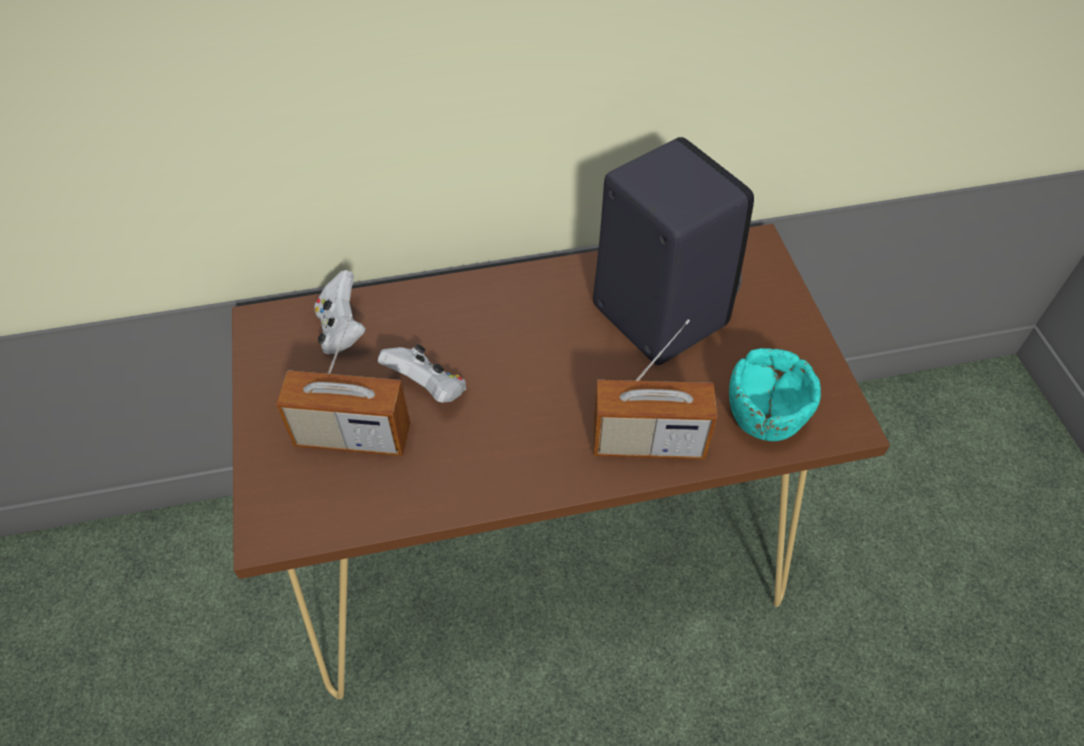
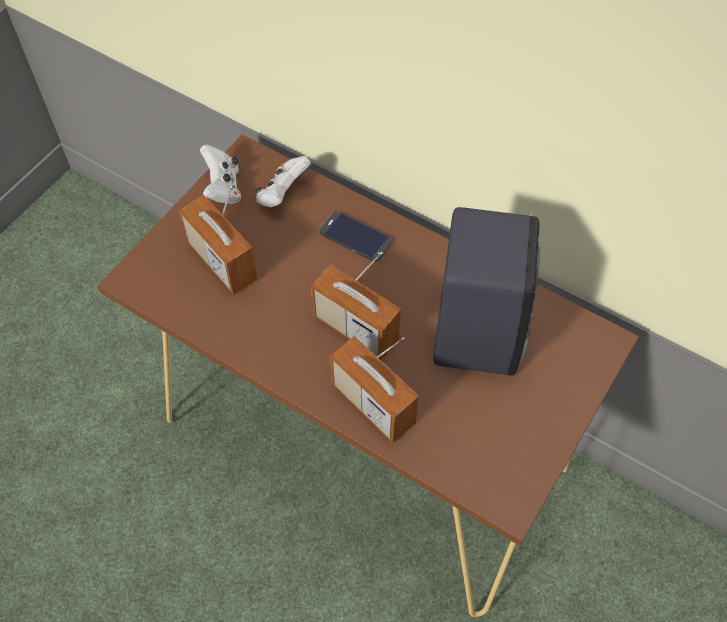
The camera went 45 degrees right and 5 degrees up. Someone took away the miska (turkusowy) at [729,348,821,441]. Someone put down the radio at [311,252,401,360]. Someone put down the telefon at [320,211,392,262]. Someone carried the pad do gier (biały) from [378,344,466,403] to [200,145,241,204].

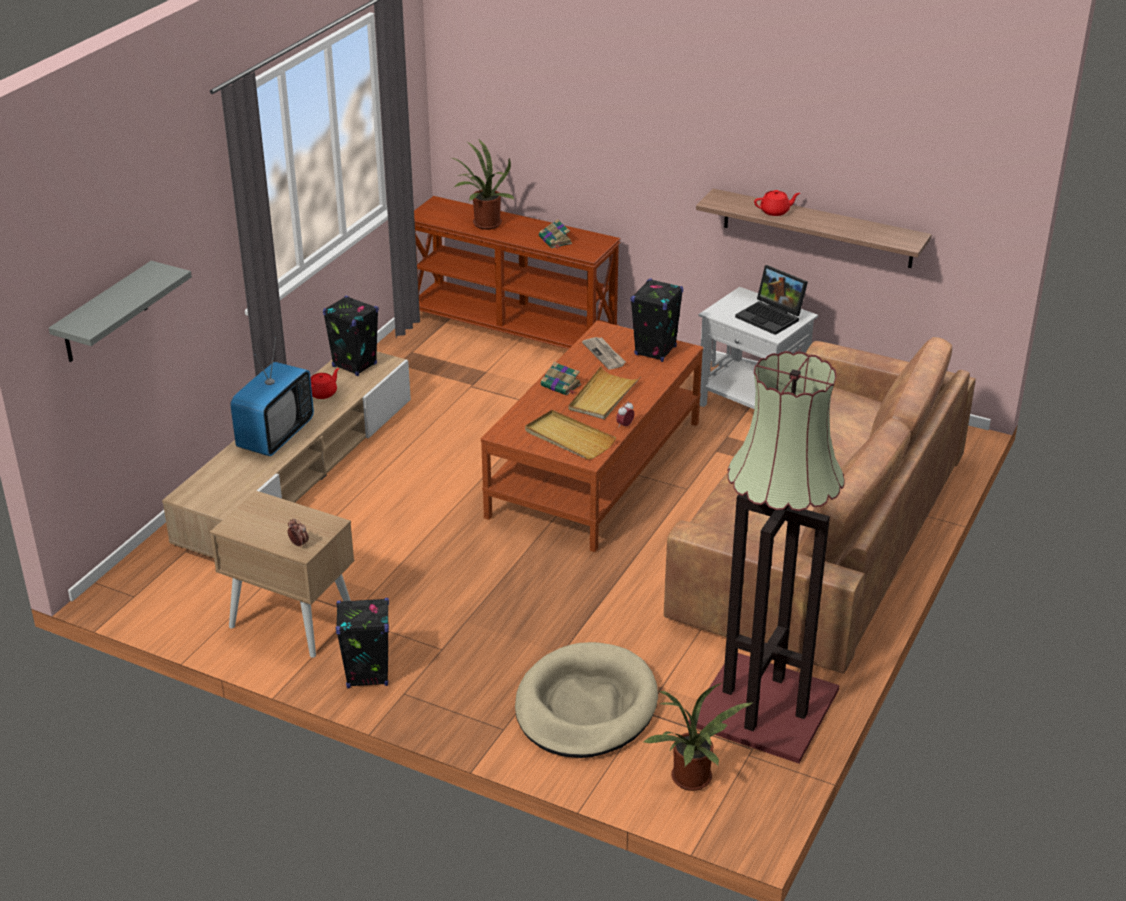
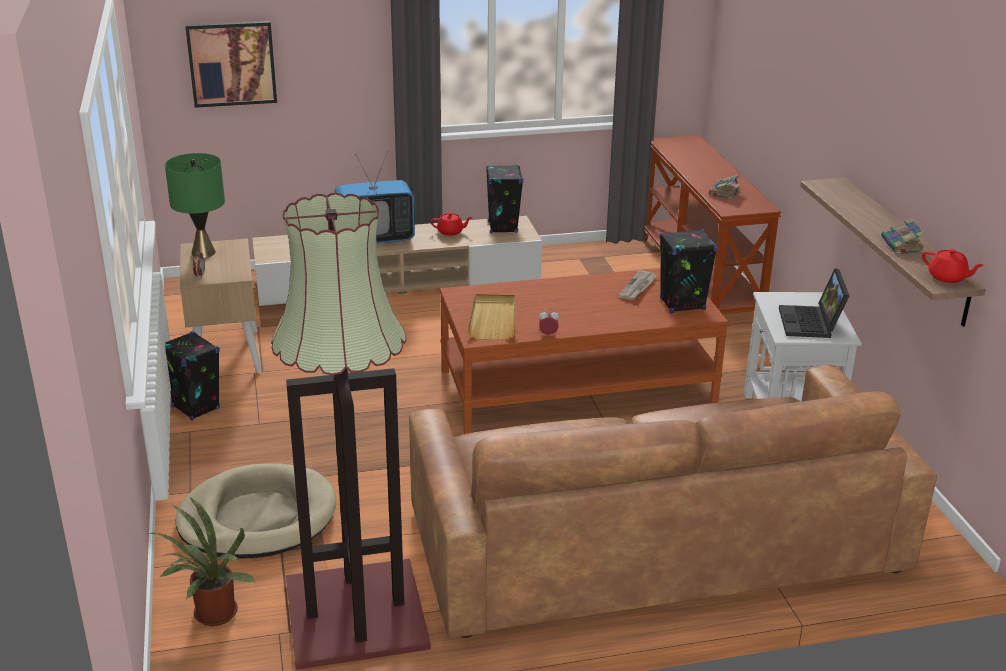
The camera went 50 degrees right and 5 degrees down. Someone took away the roślina doniczkowa at [452,140,514,230]. Someone took away the taca (beżowy) at [569,366,641,420]. Someone put down the lampa stołowa (zielony) at [165,153,225,258]. Someone carried the książka from [541,362,581,396] to [881,218,925,254]. Someone carried the imbryk (czerwony) from [754,190,800,216] to [922,249,984,283]. Someone swapped the półka (szary) at [49,261,192,362] for the obraz at [185,21,277,108].

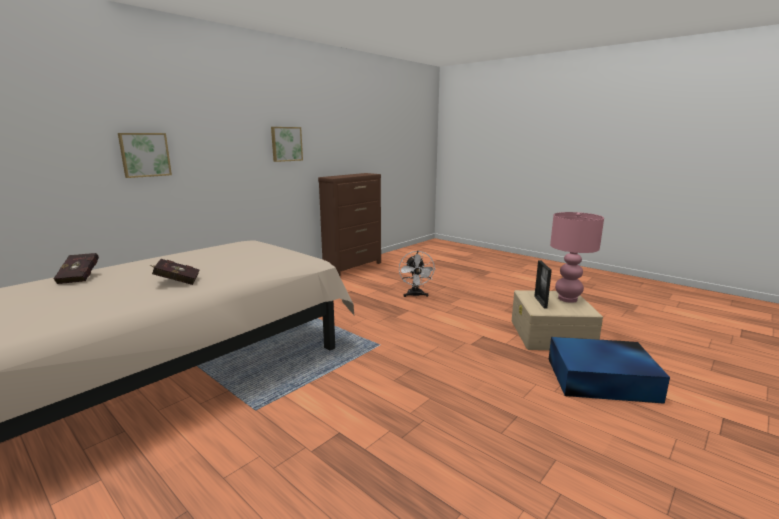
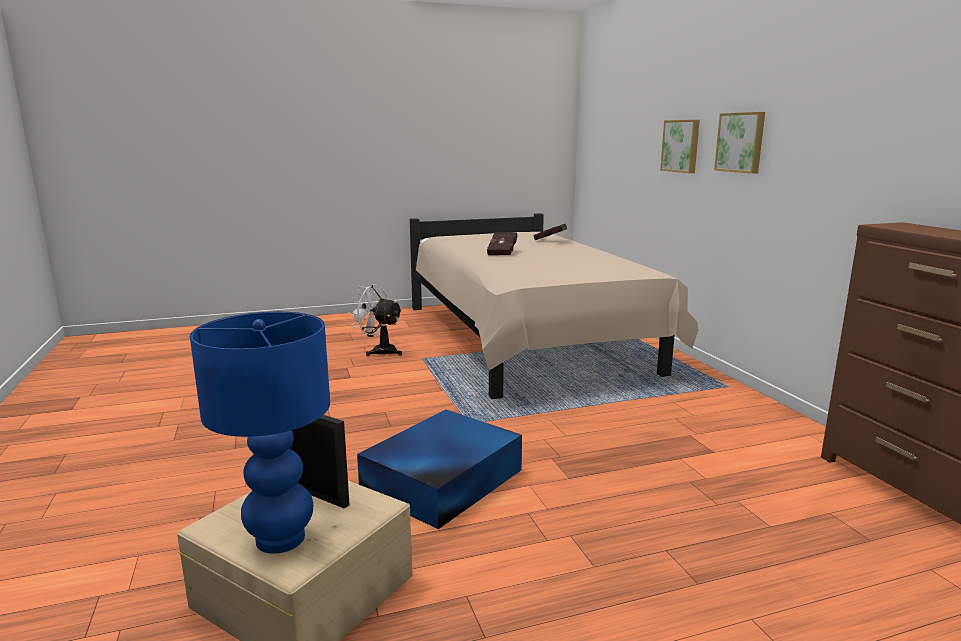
The camera went 120 degrees right and 0 degrees up. Someone carried the obraz from [271,127,303,162] to [714,112,765,174]. Someone carried the wentylator (biały) from [399,251,436,297] to [348,284,403,356]. Someone carried the pojemnik do przechowywania (niebieski) from [549,337,670,404] to [357,409,522,529]. Someone repainted the lampa stołowa (różowy) at [550,212,604,303], which became the lampa stołowa (niebieski) at [190,312,330,554].

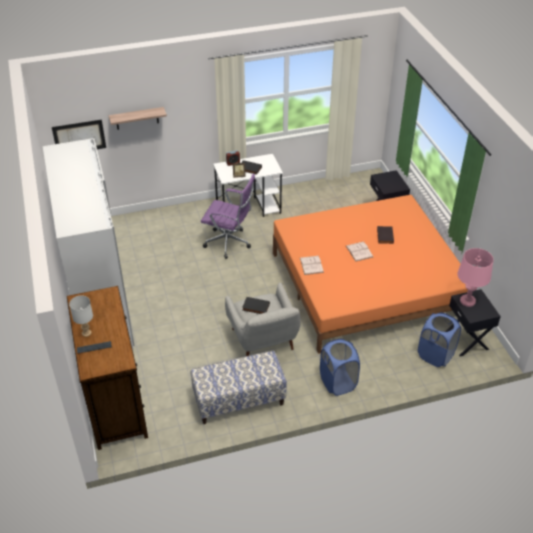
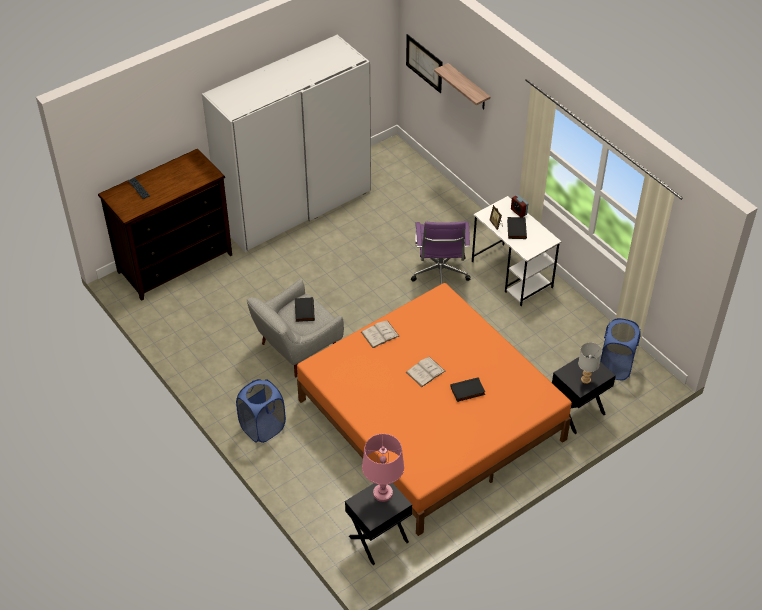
The camera went 70 degrees right and 5 degrees up. Someone took away the ławka at [191,351,287,424]. Someone carried the lampa stołowa (szary) from [69,296,93,337] to [578,342,602,384]. Someone carried the kosz na pranie (niebieski) from [418,313,461,367] to [600,318,641,381].

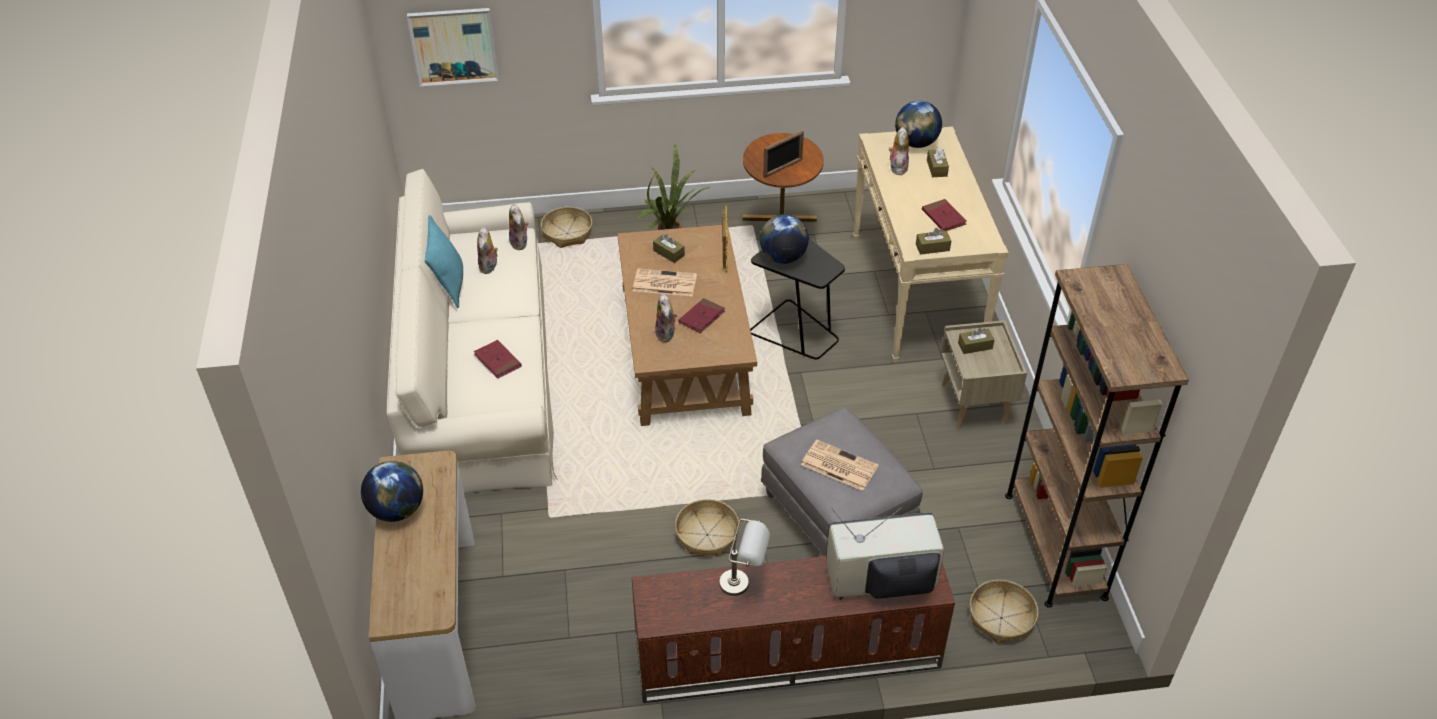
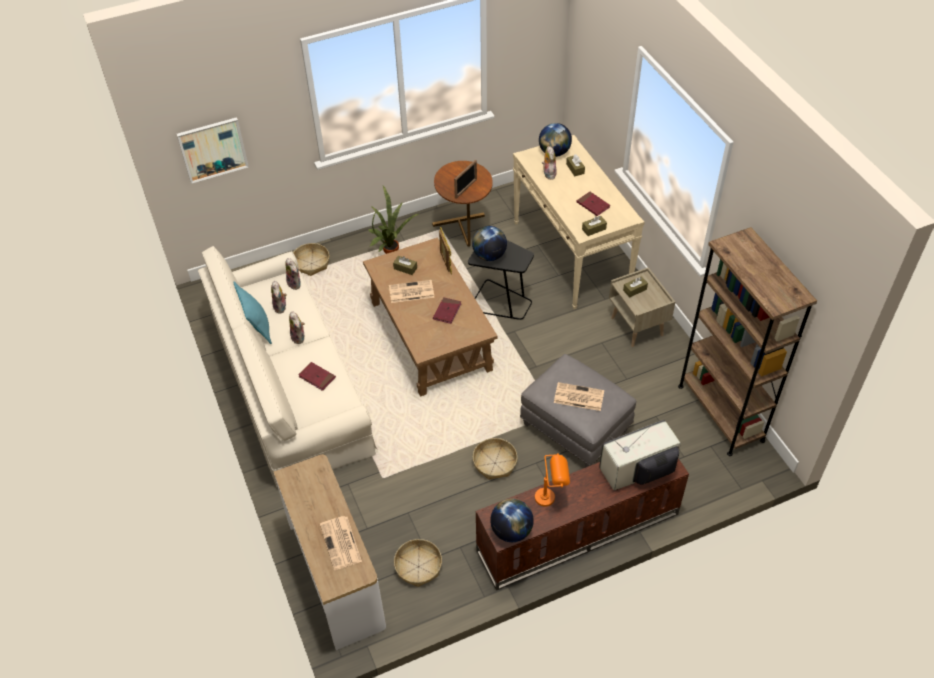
The camera went 15 degrees left and 5 degrees up. Someone put down the gazeta at [320,516,362,570]. Someone carried the globus from [361,461,423,522] to [490,499,534,542]. Someone carried the pluszak from [655,293,678,342] to [289,311,305,344]. Someone carried the koszyk from [970,580,1038,644] to [394,539,442,587]. Someone repainted the lampa stołowa (szary) at [719,519,770,596], which became the lampa stołowa (pomarańczowy) at [535,453,570,507].

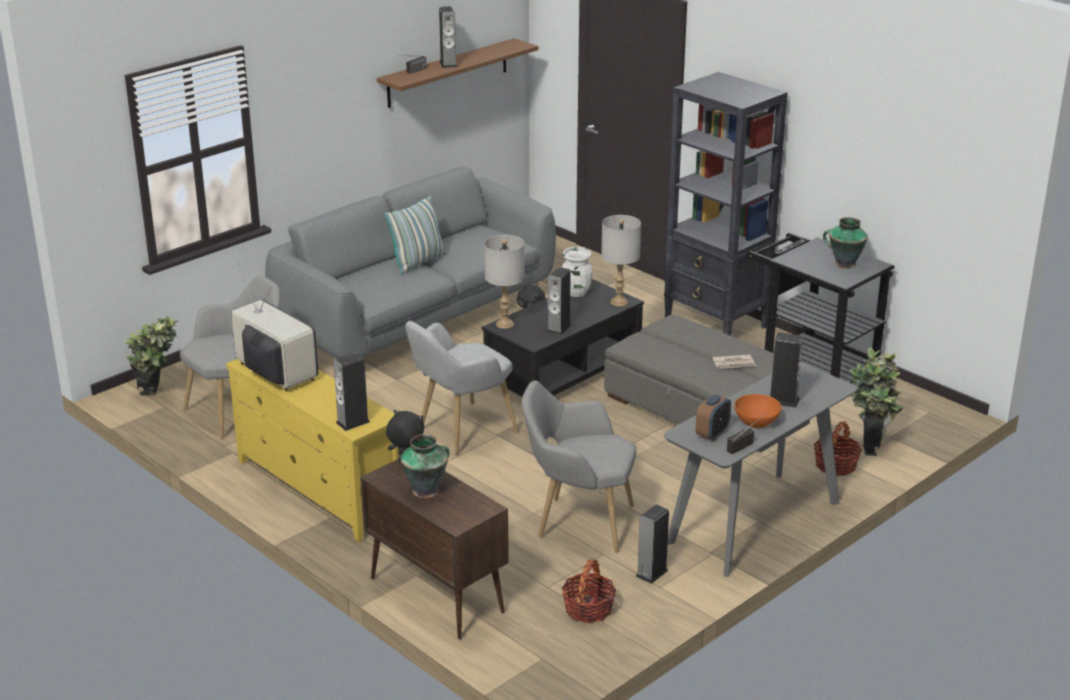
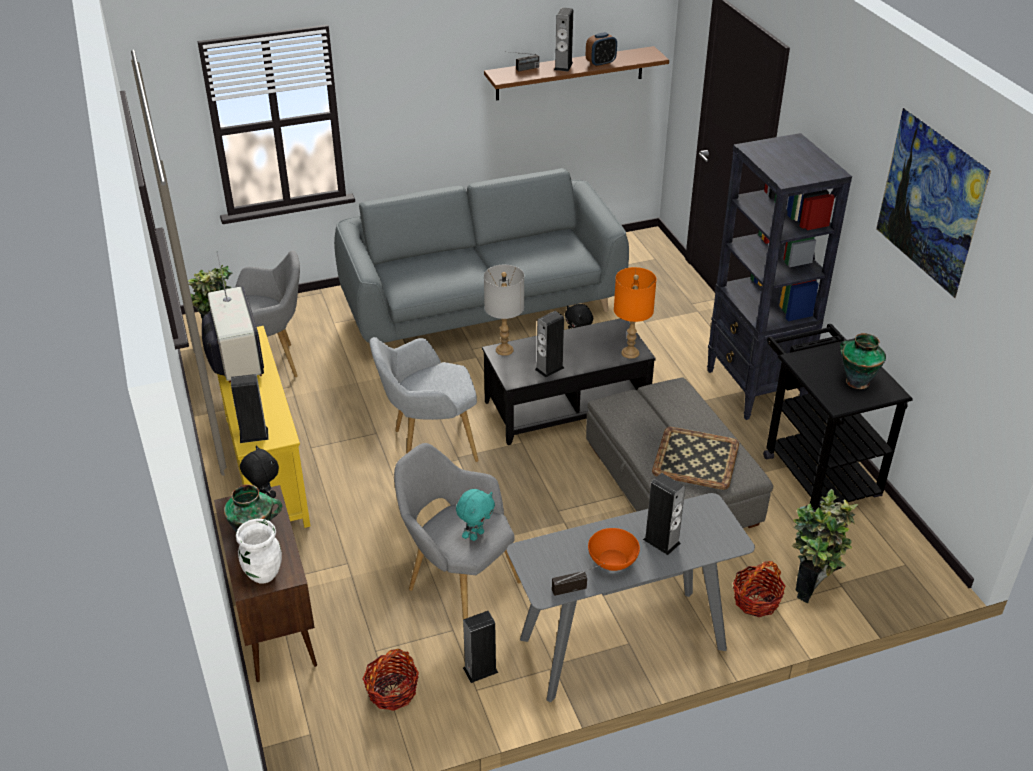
The camera went 25 degrees right and 10 degrees up. Someone took away the poduszka at [384,196,447,275]. Someone put down the pluszak (turkusowy) at [456,489,495,541]. Someone put up the obraz at [876,108,991,298]. Someone carried the wazon (biały) from [562,247,592,297] to [236,519,282,584]. Someone carried the budzik from [696,394,731,441] to [586,32,617,67]. Someone swapped the gazeta at [712,354,756,369] for the taca at [652,427,739,490]. Someone repainted the lampa stołowa (szary) at [601,215,641,306], which became the lampa stołowa (pomarańczowy) at [614,267,657,359].

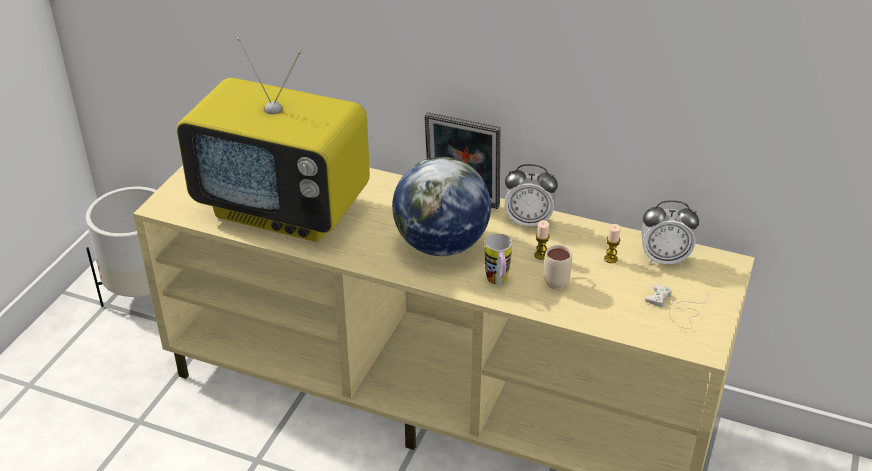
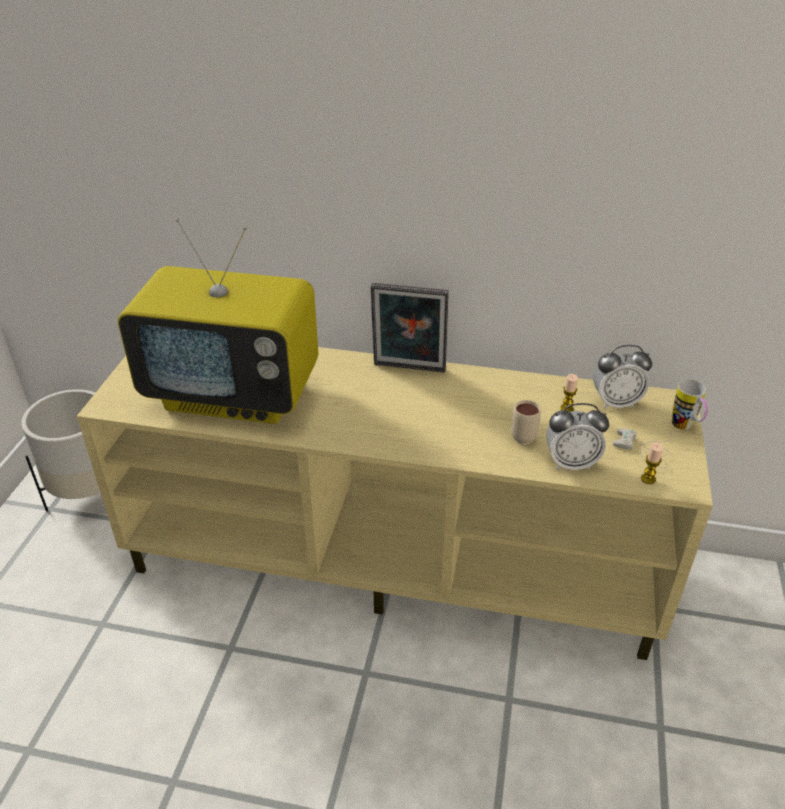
The camera went 10 degrees left and 0 degrees up. Someone took away the globus at [392,157,491,256]. Someone carried the kubek from [485,233,512,285] to [672,380,708,430]. Someone carried the budzik from [505,164,558,226] to [546,403,609,470]. Someone carried the świeca from [534,220,550,260] to [641,442,663,484].

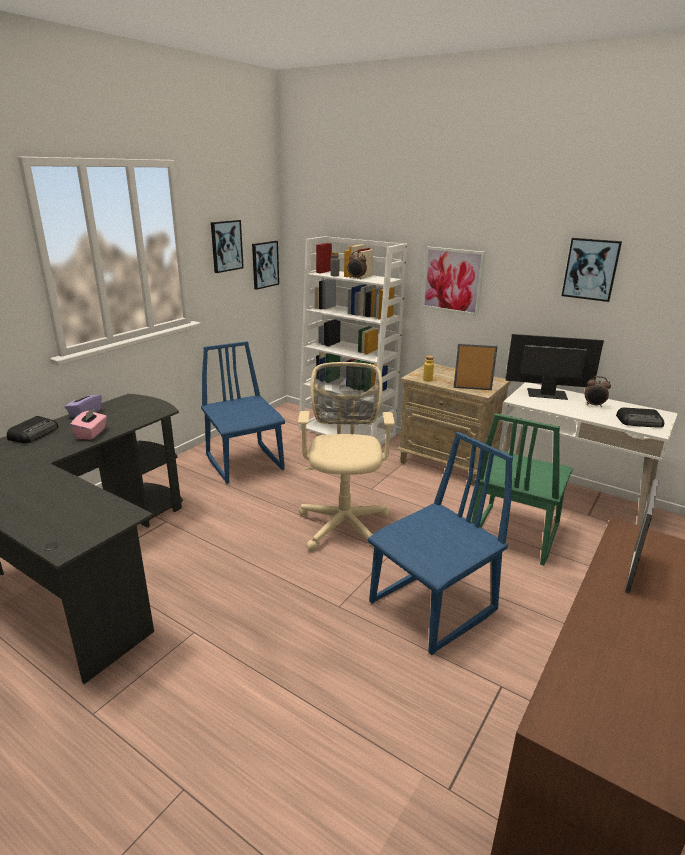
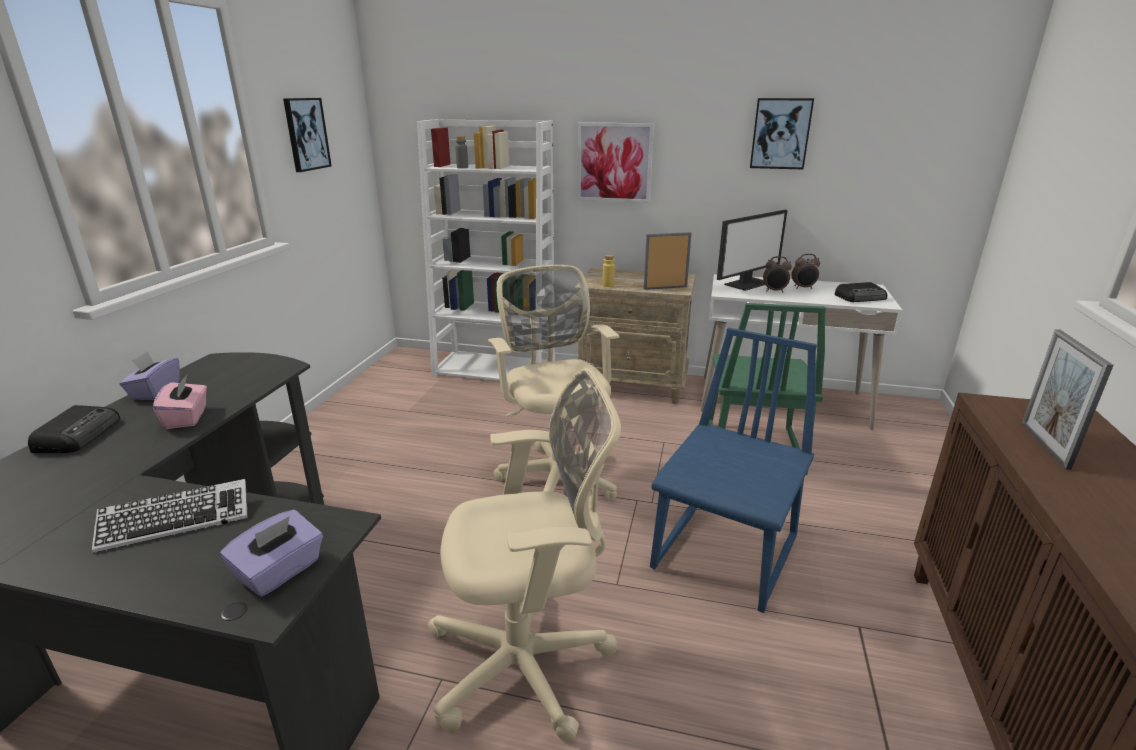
The camera went 20 degrees left and 0 degrees up. Someone took away the krzesło (niebieski) at [201,341,285,484]. Someone took away the obraz at [252,241,279,290]. Someone put down the klawiatura at [92,479,248,553]. Someone put down the pudełko chusteczek (fioletowy) at [220,509,323,597]. Someone put down the krzesło biurowe (beżowy) at [428,368,621,741]. Someone carried the budzik from [348,251,367,279] to [763,256,792,292]. Someone rotated the monitor at [505,334,604,400] by 150 degrees clockwise.

